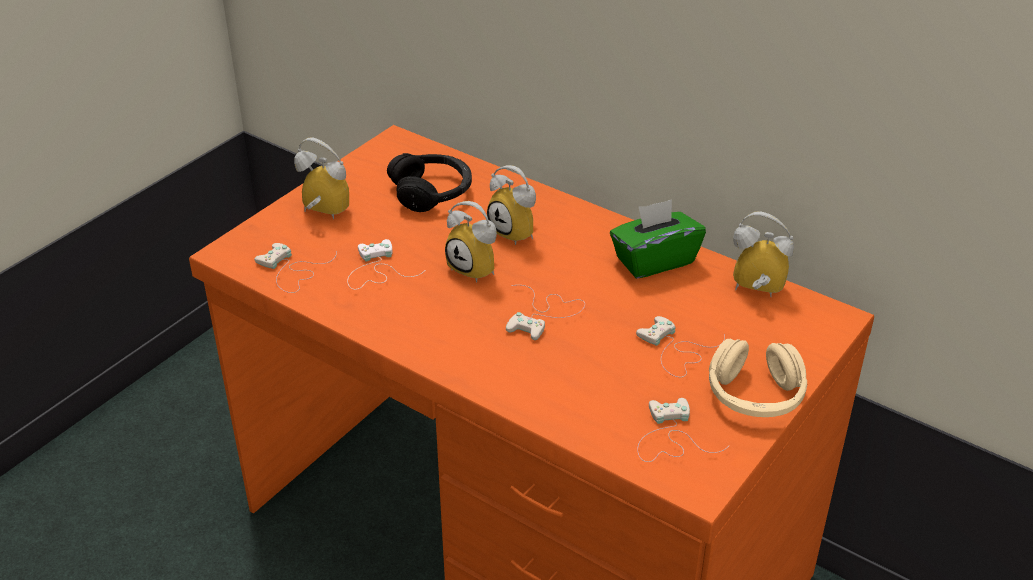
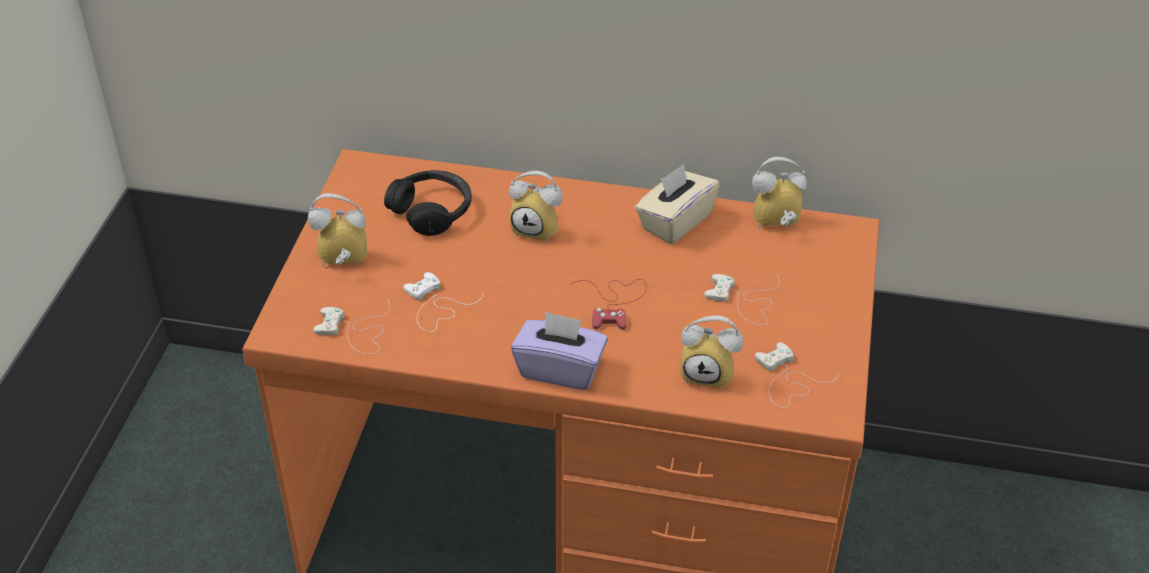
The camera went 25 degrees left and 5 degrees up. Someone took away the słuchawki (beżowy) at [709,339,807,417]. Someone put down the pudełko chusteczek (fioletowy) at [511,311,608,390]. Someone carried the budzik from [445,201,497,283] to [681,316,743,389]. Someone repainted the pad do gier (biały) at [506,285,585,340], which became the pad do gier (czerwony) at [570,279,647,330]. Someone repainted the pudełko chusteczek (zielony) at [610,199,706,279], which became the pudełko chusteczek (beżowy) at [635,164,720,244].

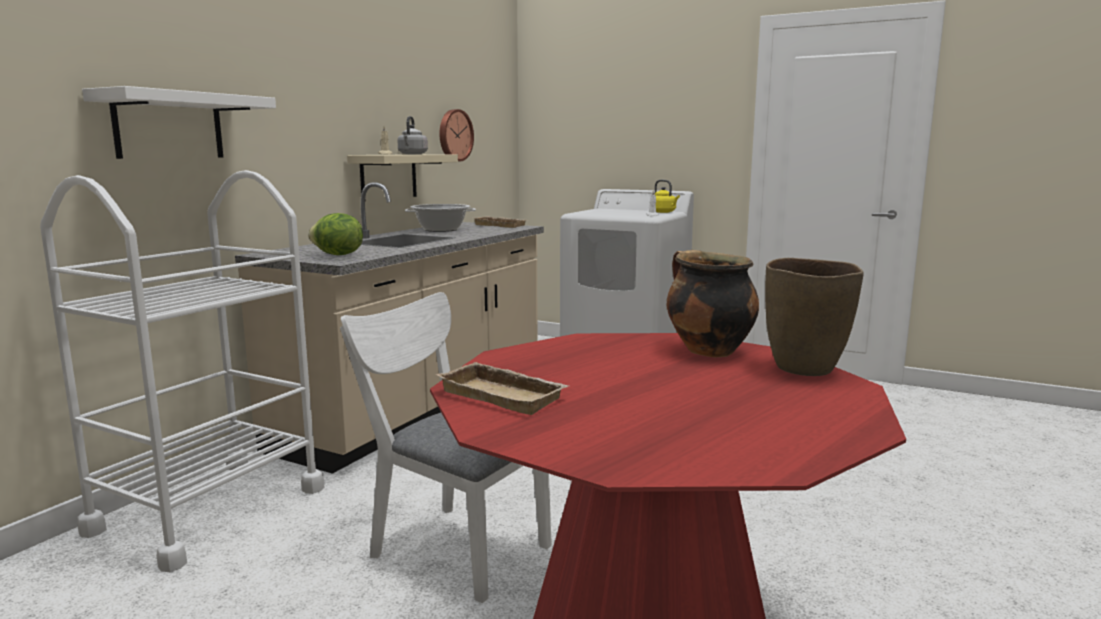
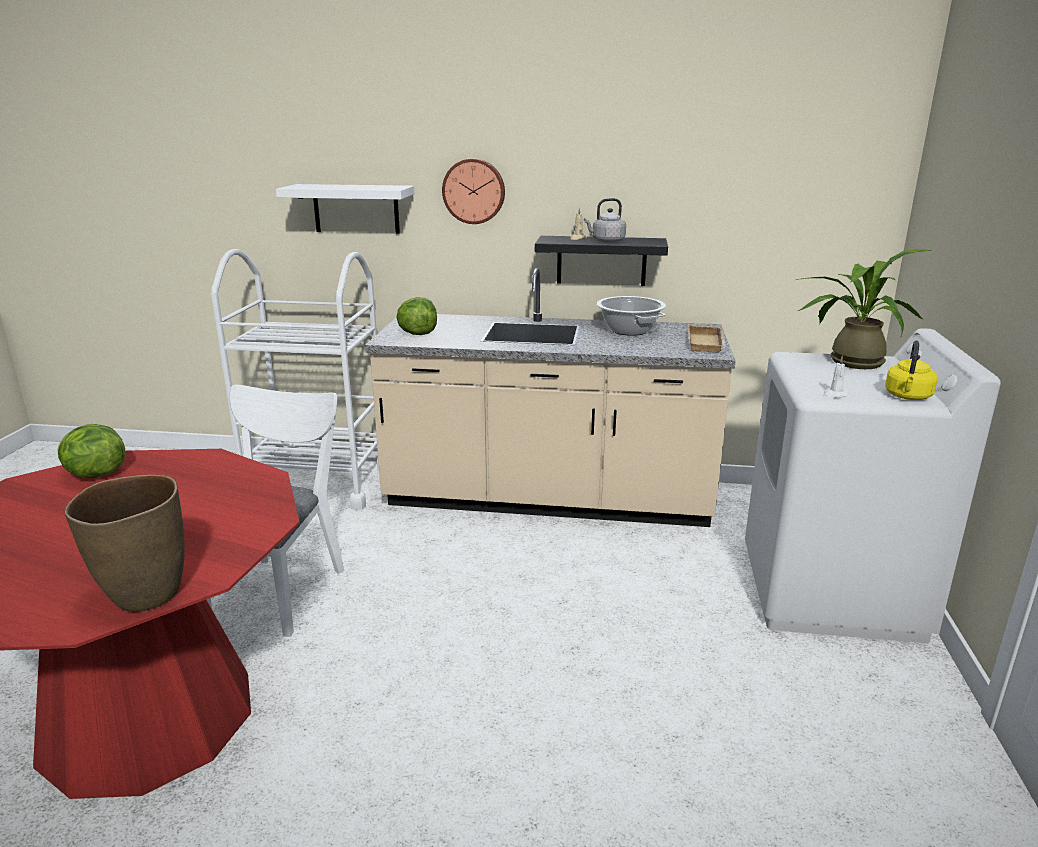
The camera went 70 degrees right and 10 degrees up. Someone took away the garnek at [667,250,759,357]. Someone put down the roślina doniczkowa at [796,249,932,369]. Someone carried the zegar ścienny from [440,109,474,161] to [442,158,505,224]. Someone swapped the taca (beżowy) at [436,362,568,415] for the sałata at [58,424,126,478]. Someone repainted the półka (beżowy) at [347,154,458,201], which became the półka (czarny) at [535,236,668,286].

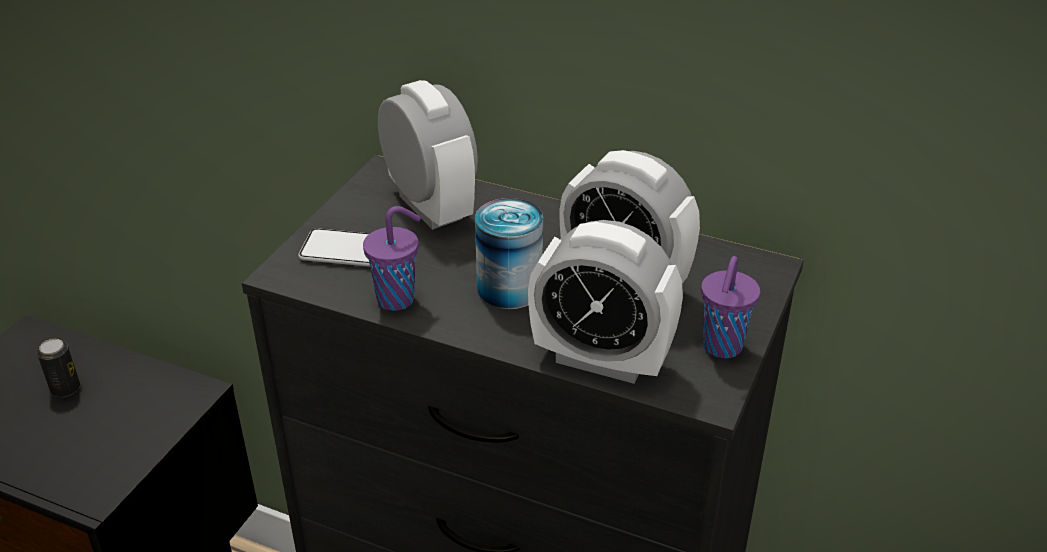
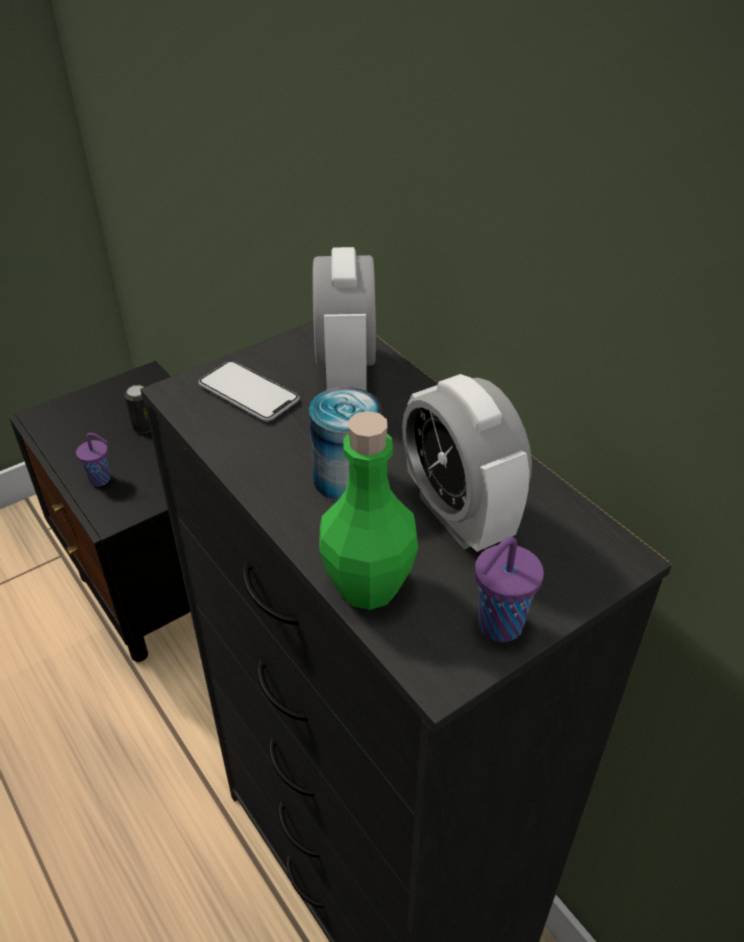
The camera went 30 degrees right and 5 degrees up. Someone carried the filiżanka (fioletowy) from [363,206,421,311] to [76,433,110,486]. Someone swapped the budzik at [528,220,683,384] for the butelka (zielony) at [319,411,418,610].

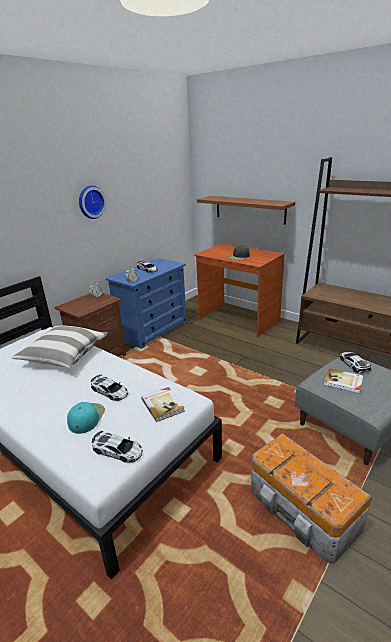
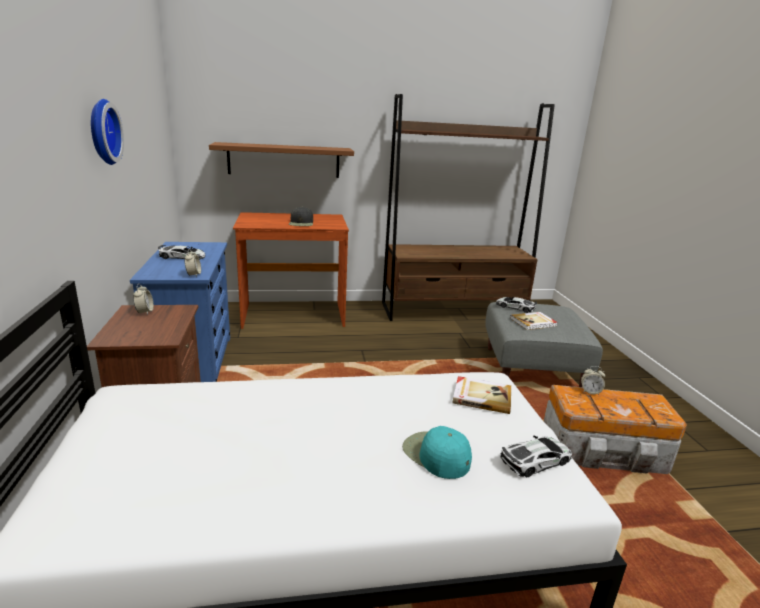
The camera went 50 degrees left and 5 degrees down. Someone took away the poduszka at [12,325,108,368]. Someone took away the samochodzik at [91,375,128,401]. Someone put down the budzik at [581,366,605,395].

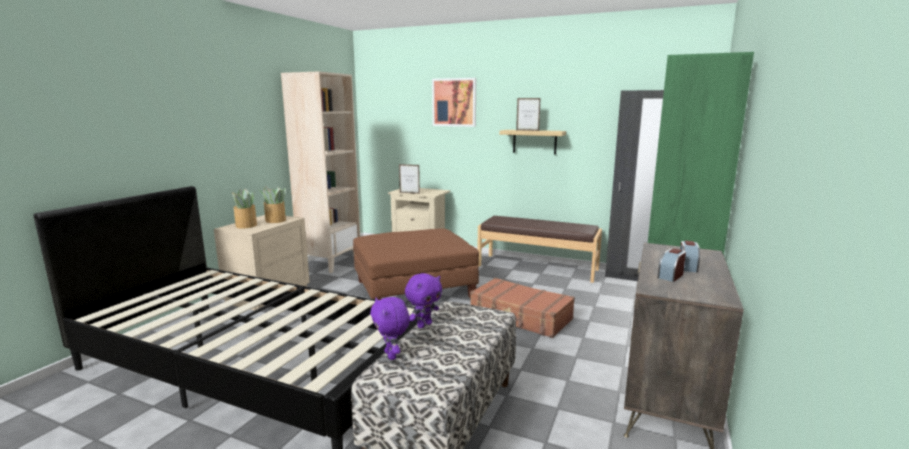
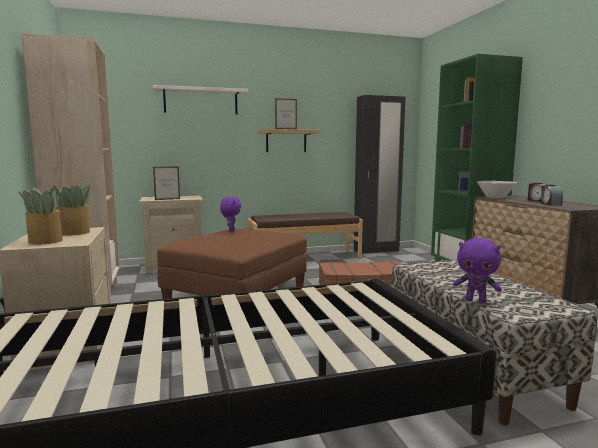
The camera went 40 degrees left and 5 degrees down. Someone put down the miska (biały) at [477,181,517,198]. Someone carried the pluszak (fioletowy) from [405,273,442,328] to [220,197,241,232]. Someone swapped the obraz at [432,78,476,127] for the półka (biały) at [153,85,249,114].

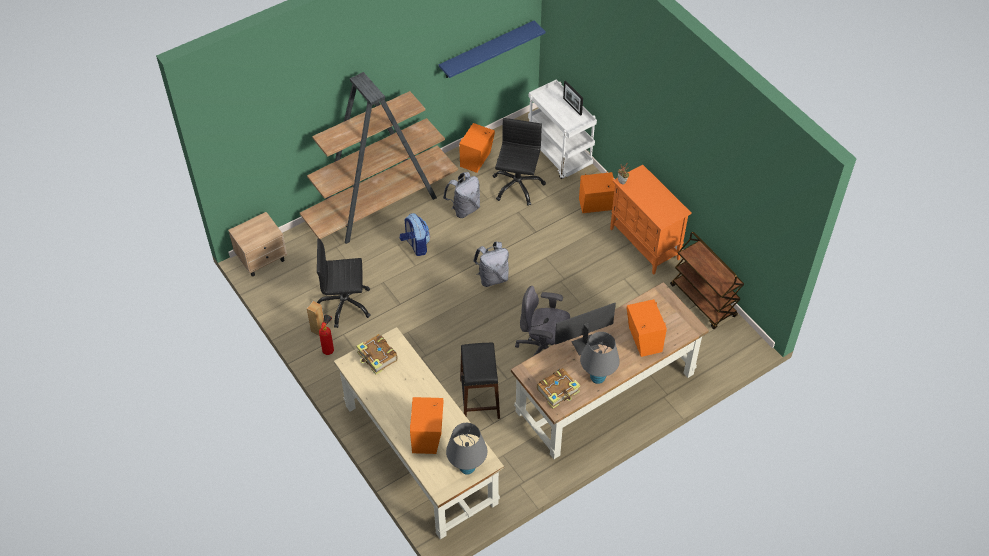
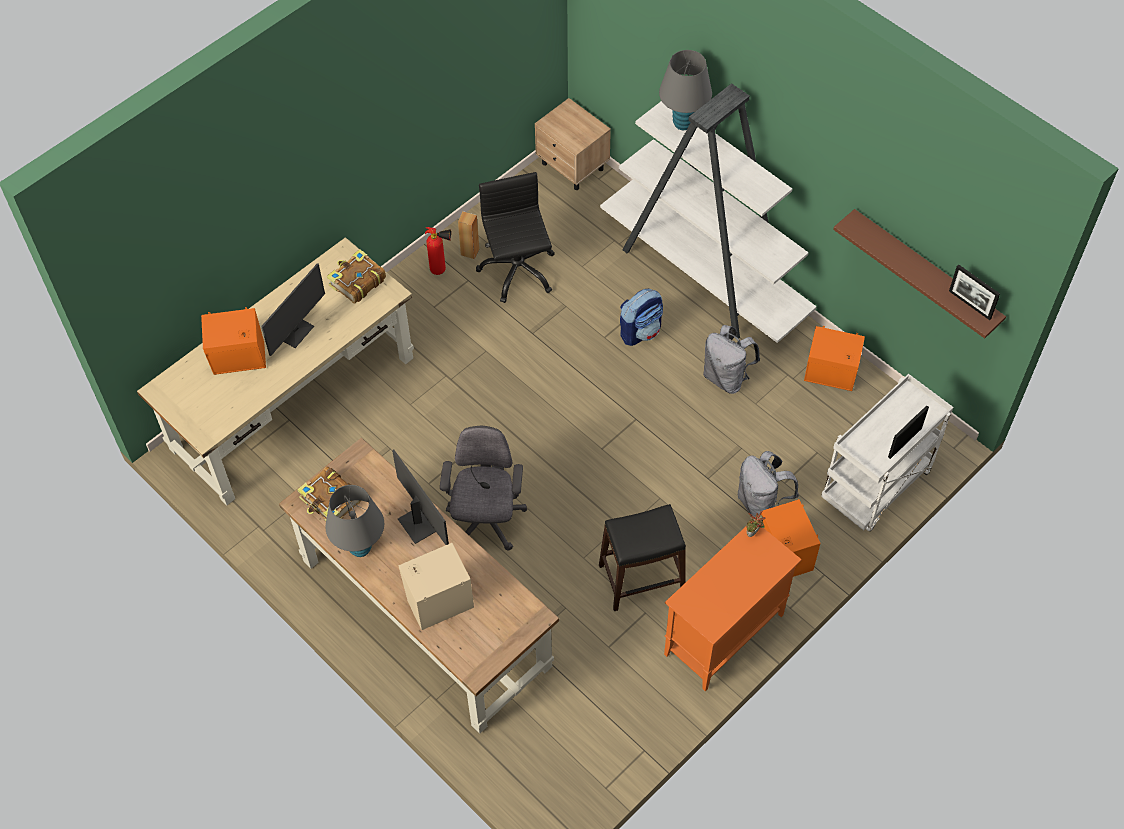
The camera went 80 degrees right and 5 degrees up. Someone took away the krzesło biurowe (czarny) at [493,118,546,206]. Someone took away the wózek (brązowy) at [670,232,744,329]. Someone put down the monitor at [261,263,325,356]. Someone put down the ramka na zdjęcie at [949,265,1000,320]. Someone carried the lampa stołowa (szary) from [446,423,487,475] to [659,50,712,130]. Someone carried the stołek (czarny) from [460,343,500,419] to [599,504,686,611]. Someone carried the plecak (szary) from [473,242,509,287] to [737,451,799,517]. Someone repainted the regał (brązowy) at [300,72,458,244], which became the regał (biały) at [600,83,817,343]. Someone repainted the półka (niebieski) at [439,20,545,78], which became the półka (brązowy) at [833,209,1006,338]. Someone repainted the głośnik (pomarańczowy) at [627,299,667,357], which became the głośnik (beżowy) at [399,543,474,630].

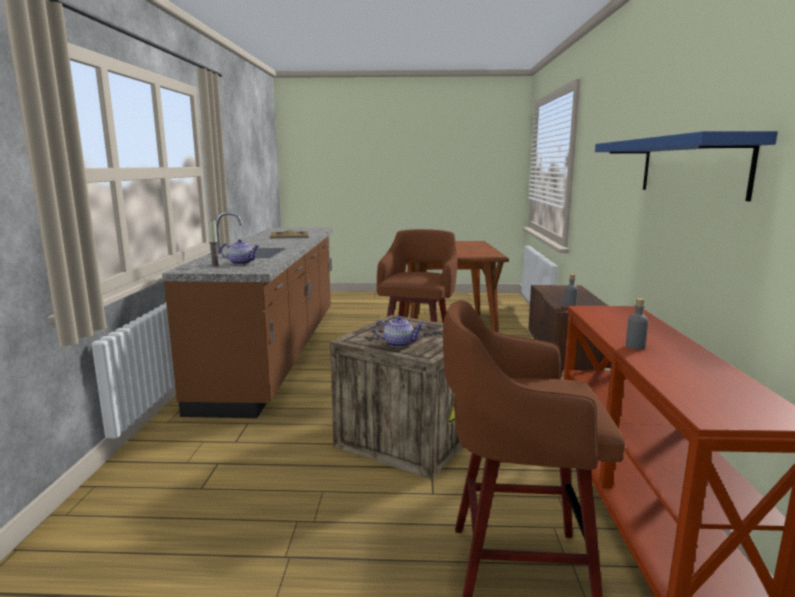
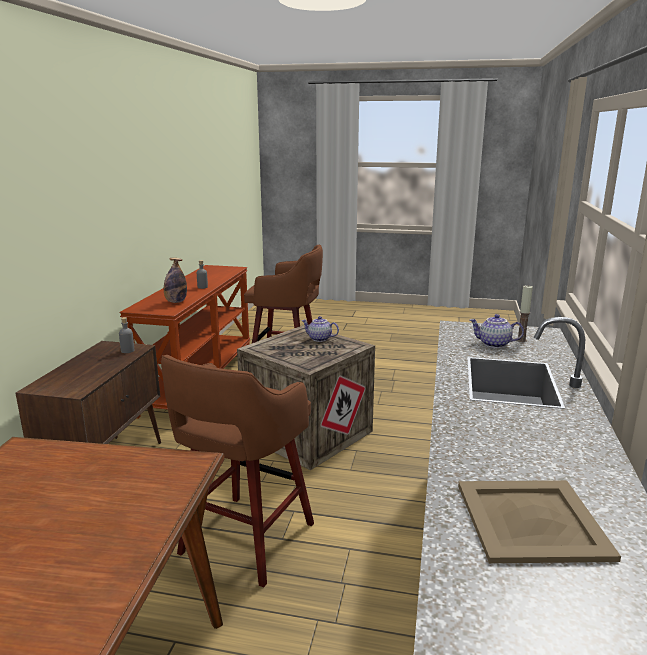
The camera went 170 degrees left and 5 degrees up. Someone took away the półka (niebieski) at [595,131,778,201]. Someone put down the butelka at [164,258,187,303].

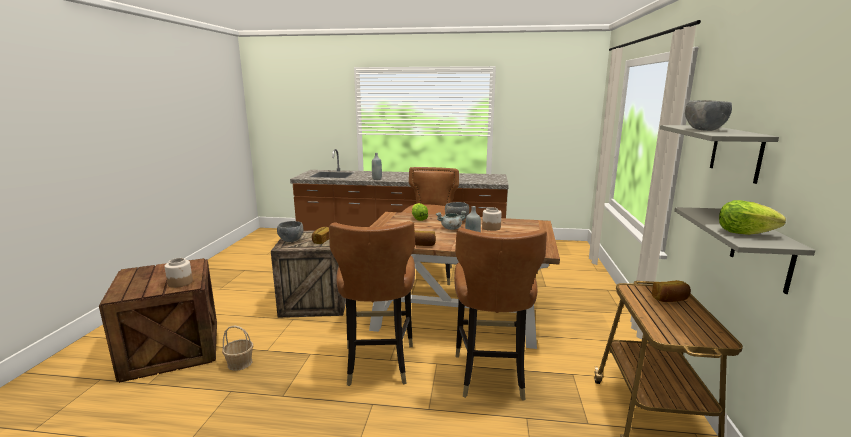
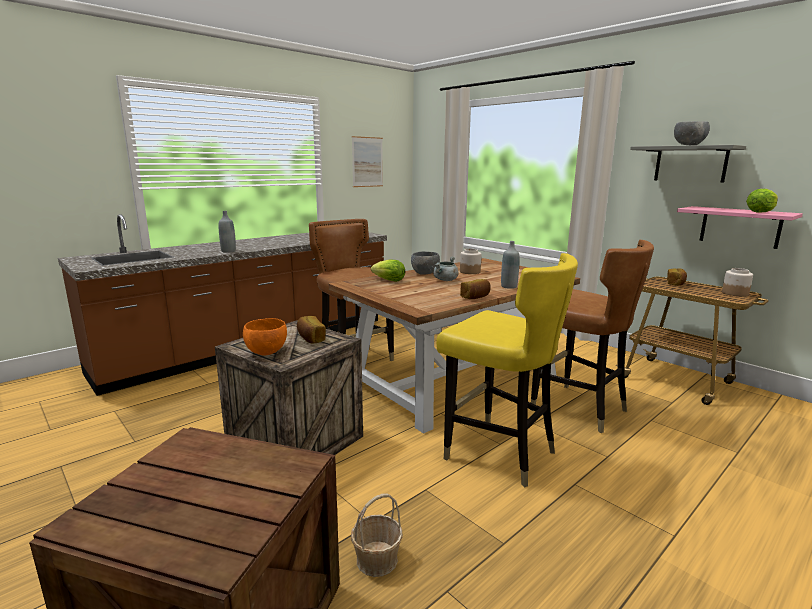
The camera went 50 degrees left and 0 degrees up. Someone put up the obraz at [352,136,383,187]. Someone carried the słoik from [165,258,193,288] to [722,268,753,297]. Someone repainted the miska (szary) at [277,221,303,242], which became the miska (pomarańczowy) at [243,318,287,356]. Someone repainted the krzesło (brązowy) at [329,221,415,386], which became the krzesło (żółty) at [436,253,578,487]. Someone repainted the półka (szary) at [674,207,815,294], which became the półka (różowy) at [677,206,803,249].

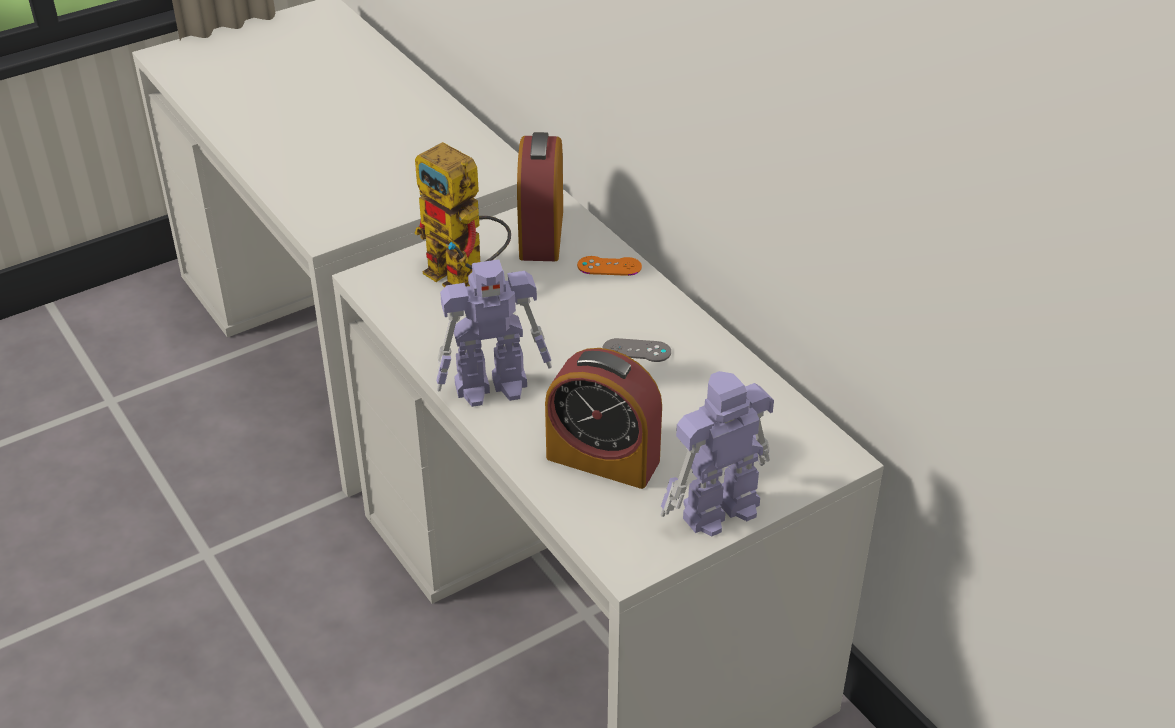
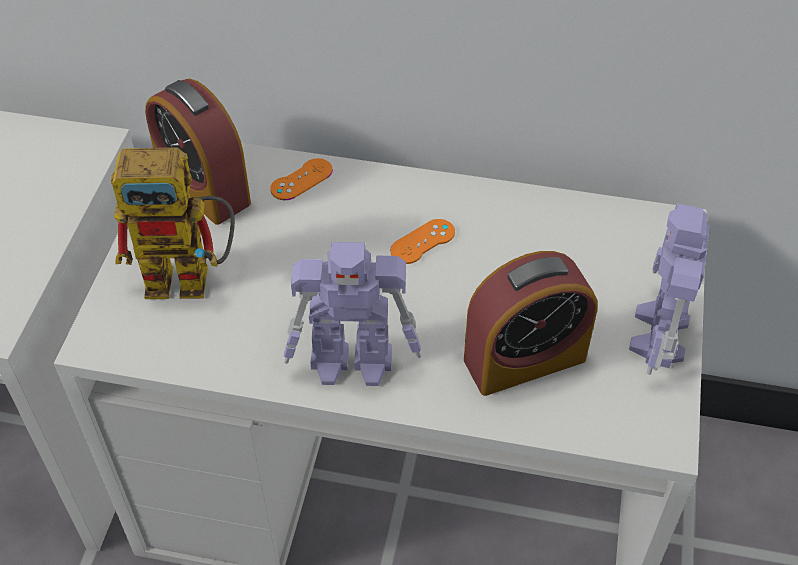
The camera went 45 degrees left and 10 degrees up. Someone repainted the pad do gier (szary) at [602,338,671,362], which became the pad do gier (pomarańczowy) at [390,219,455,264]. Someone rotated the robot zabawkowy at [436,259,552,407] by 60 degrees clockwise.

